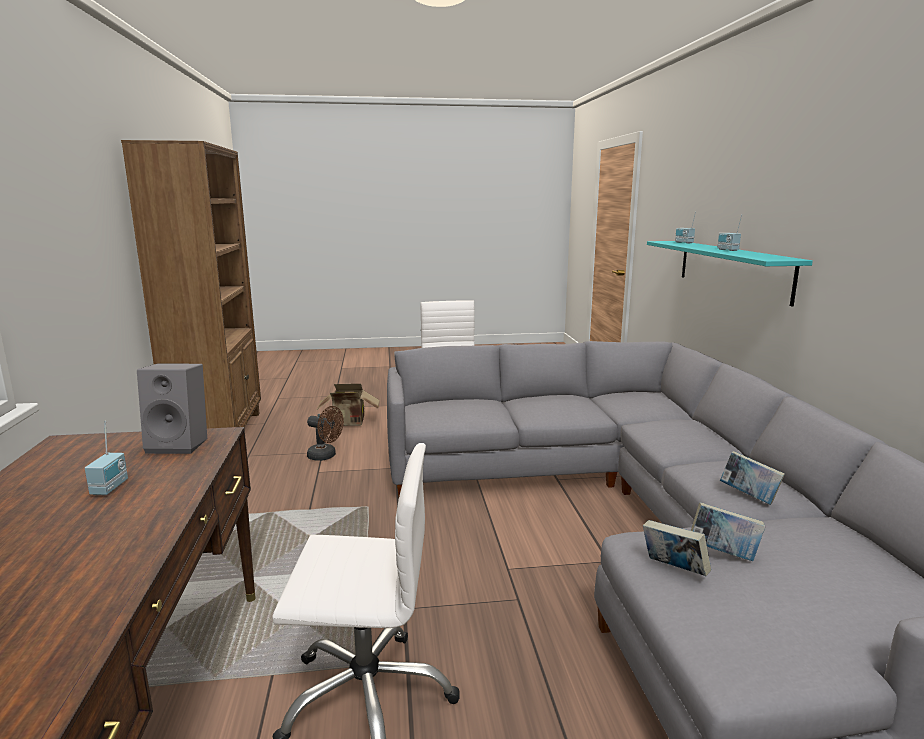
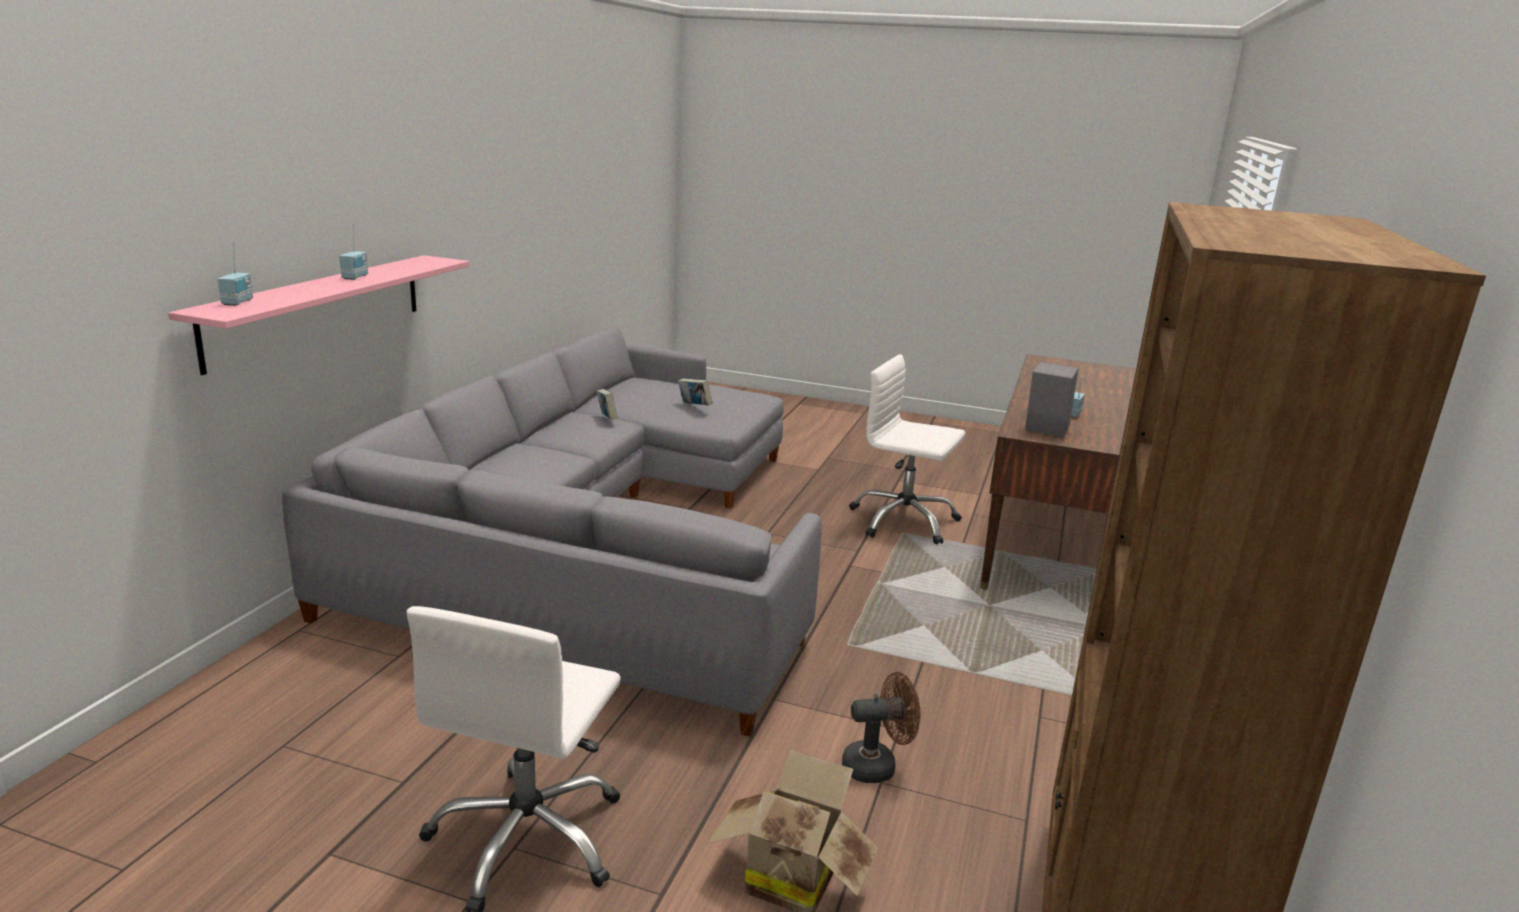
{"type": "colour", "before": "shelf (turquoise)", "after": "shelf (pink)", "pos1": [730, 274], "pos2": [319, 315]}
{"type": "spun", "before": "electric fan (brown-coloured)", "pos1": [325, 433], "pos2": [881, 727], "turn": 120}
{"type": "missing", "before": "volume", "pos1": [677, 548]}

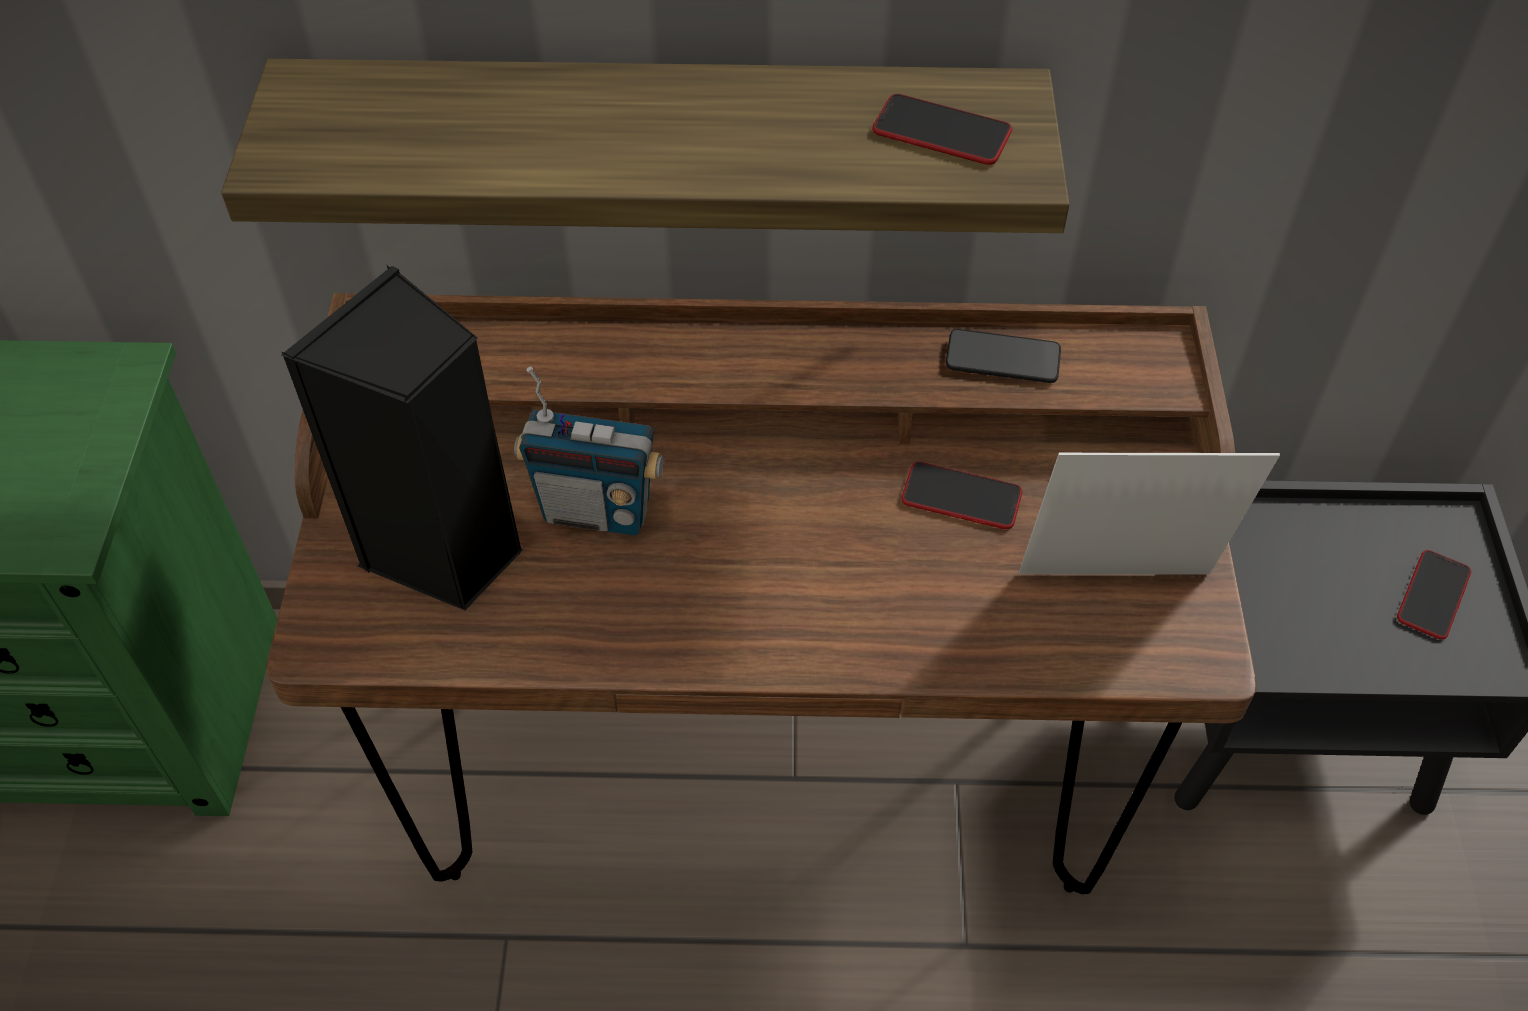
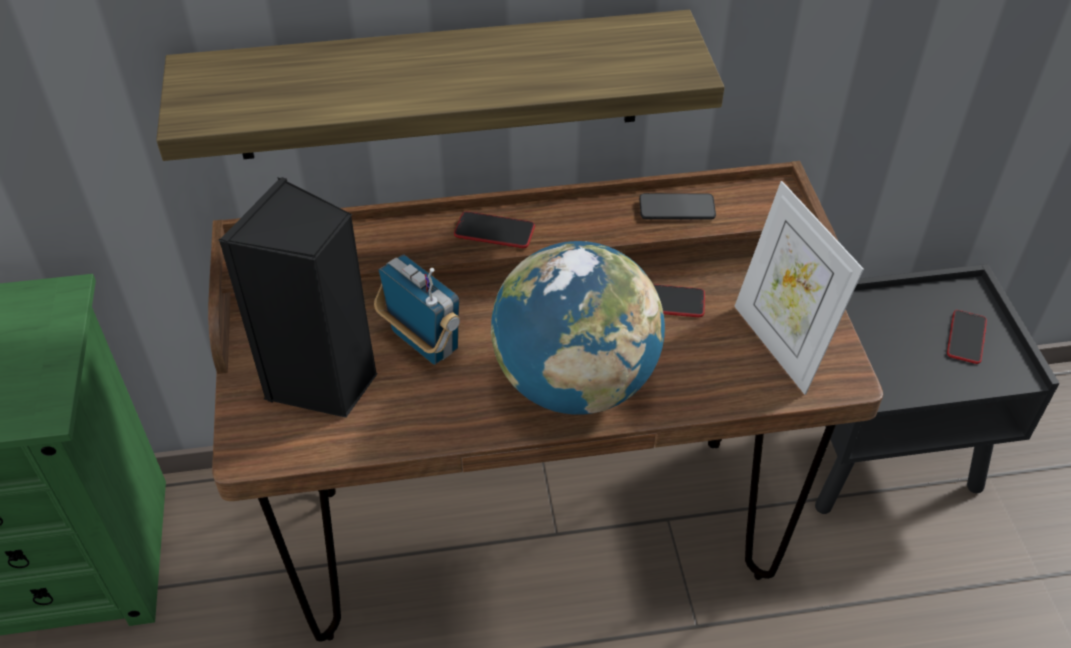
{"type": "relocated", "before": "phone", "pos1": [942, 129], "pos2": [494, 229]}
{"type": "spun", "before": "radio", "pos1": [589, 451], "pos2": [417, 309], "turn": -135}
{"type": "spun", "before": "standing frame", "pos1": [1149, 513], "pos2": [799, 288], "turn": -105}
{"type": "appeared", "after": "desk globe", "pos2": [578, 328]}

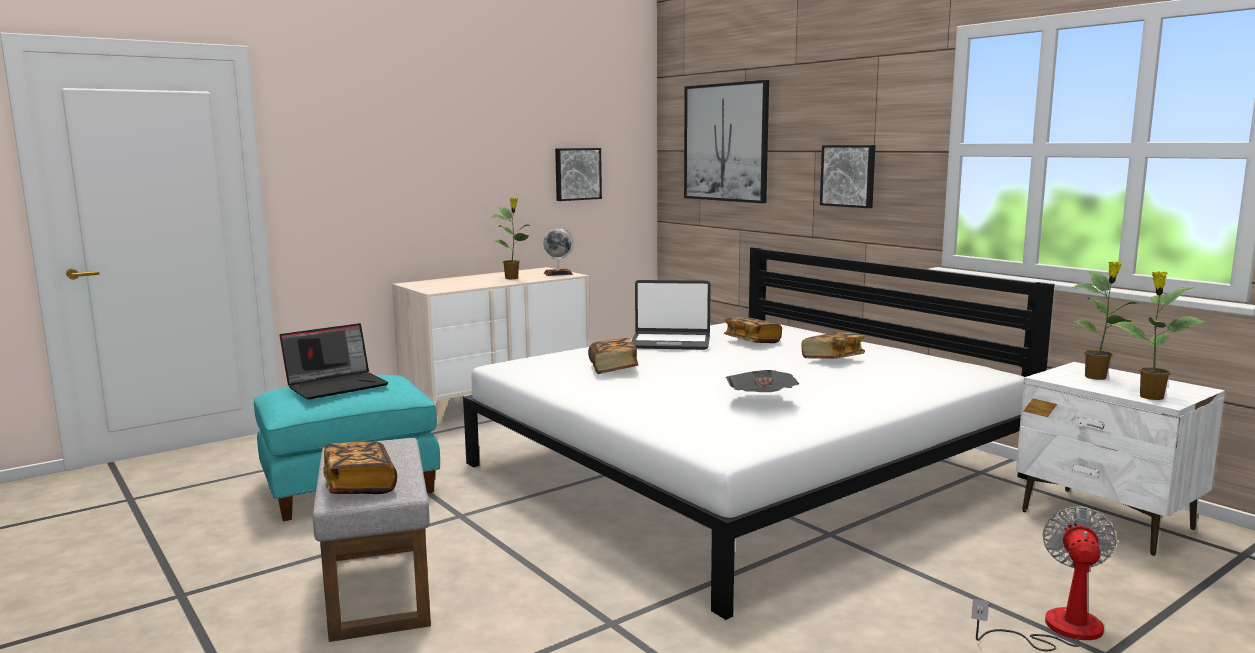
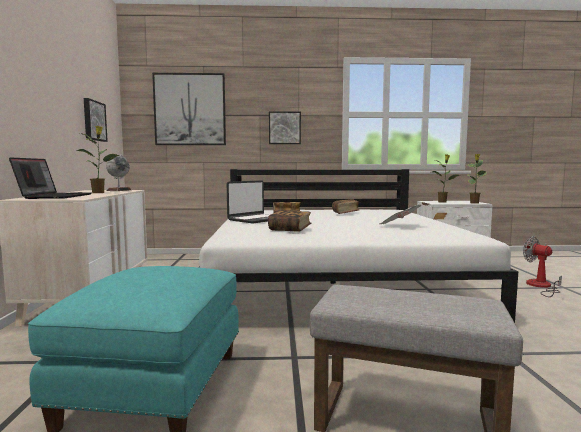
{"type": "relocated", "before": "portable computer", "pos1": [334, 361], "pos2": [50, 178]}
{"type": "missing", "before": "volume", "pos1": [360, 467]}

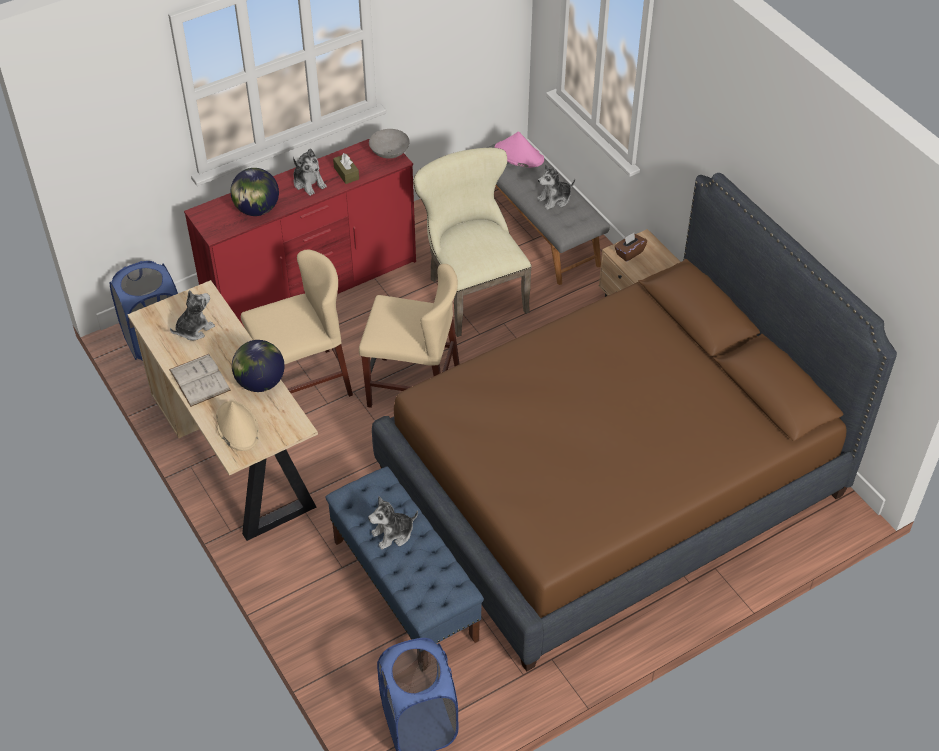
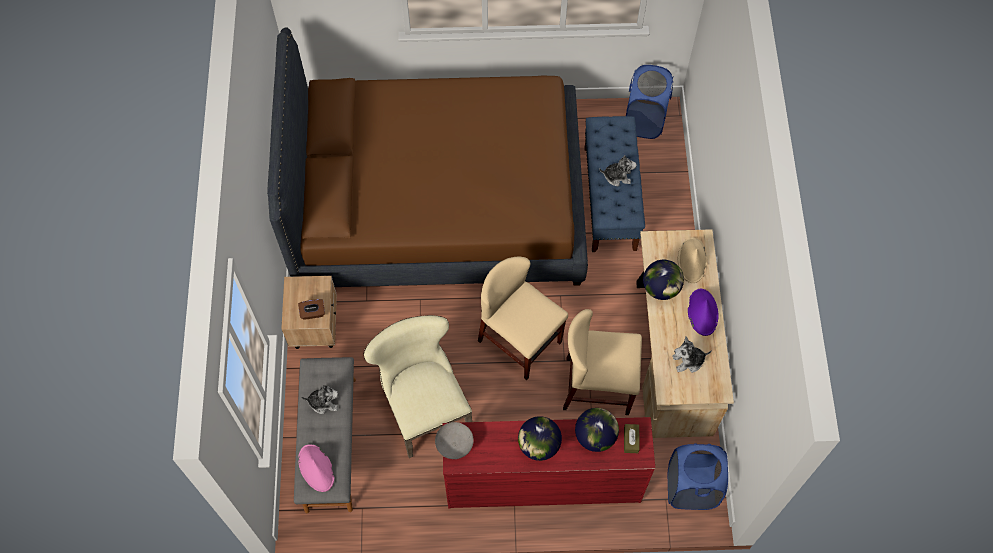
{"type": "spun", "before": "plain chair (beige)", "pos1": [472, 242], "pos2": [418, 386], "turn": 150}
{"type": "exchanged", "before": "cuddly toy", "after": "desk globe", "pos1": [310, 172], "pos2": [540, 438]}
{"type": "relocated", "before": "tissue box (brown-coloured)", "pos1": [346, 168], "pos2": [632, 438]}
{"type": "exchanged", "before": "volume (whitish)", "after": "clothing hat (purplish)", "pos1": [200, 380], "pos2": [703, 312]}

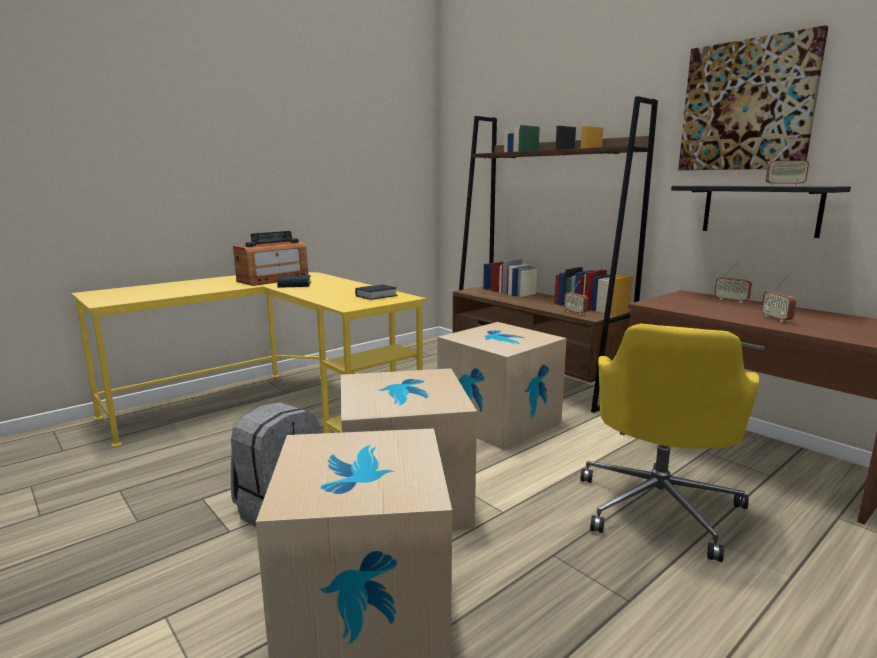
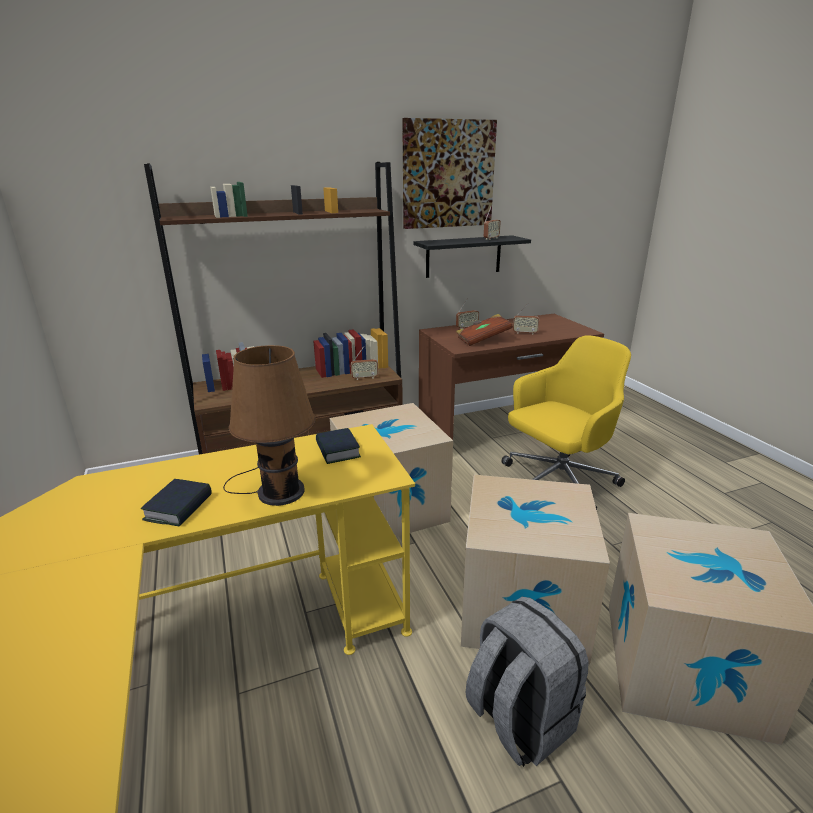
{"type": "missing", "before": "radio", "pos1": [271, 258]}
{"type": "spun", "before": "computer chair (yellow)", "pos1": [669, 443], "pos2": [566, 422], "turn": -75}
{"type": "appeared", "after": "volume (brown-coloured)", "pos2": [484, 330]}
{"type": "appeared", "after": "table lamp (brown-coloured)", "pos2": [269, 425]}

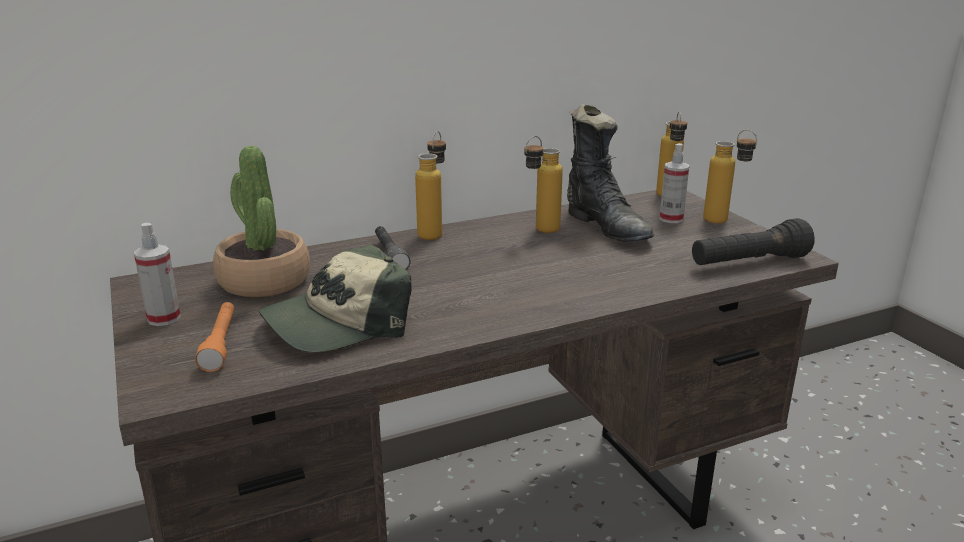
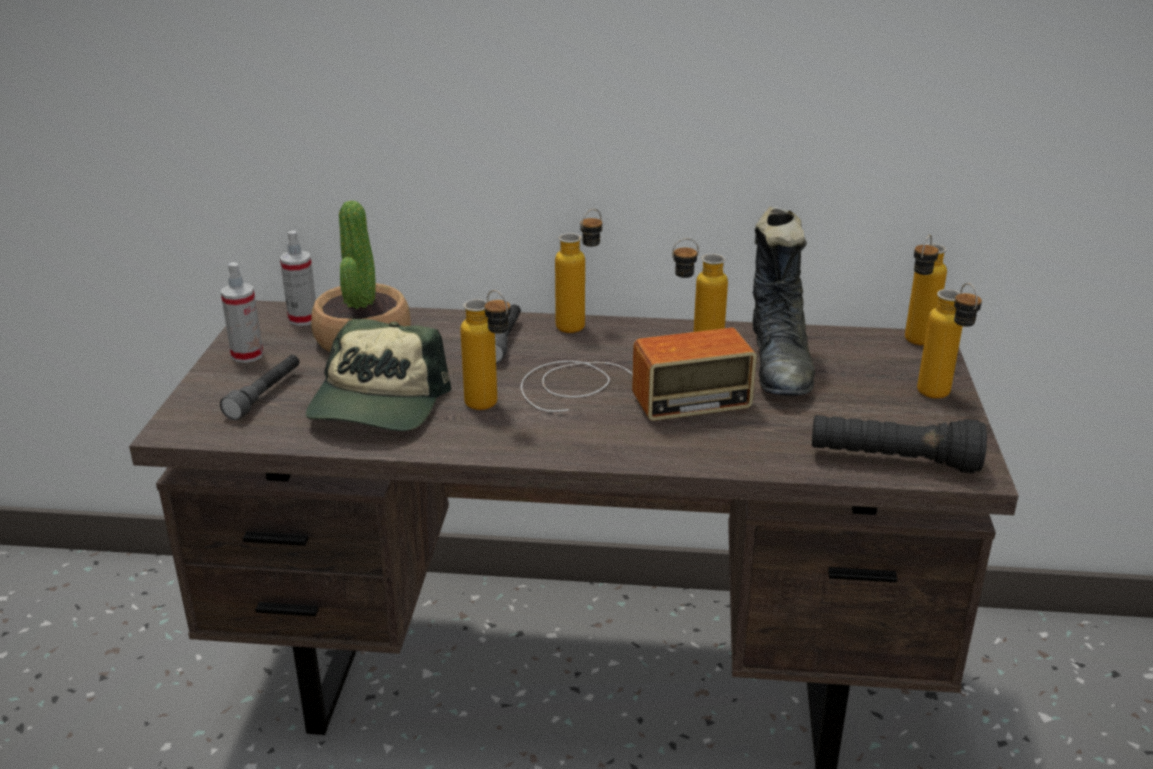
{"type": "relocated", "before": "sprayer", "pos1": [674, 183], "pos2": [298, 278]}
{"type": "spun", "before": "peaked cap", "pos1": [335, 299], "pos2": [378, 375], "turn": -75}
{"type": "colour", "before": "hand torch (orange)", "after": "hand torch (greyish)", "pos1": [215, 337], "pos2": [260, 387]}
{"type": "appeared", "after": "drink bottle", "pos2": [485, 350]}
{"type": "appeared", "after": "radio", "pos2": [639, 374]}

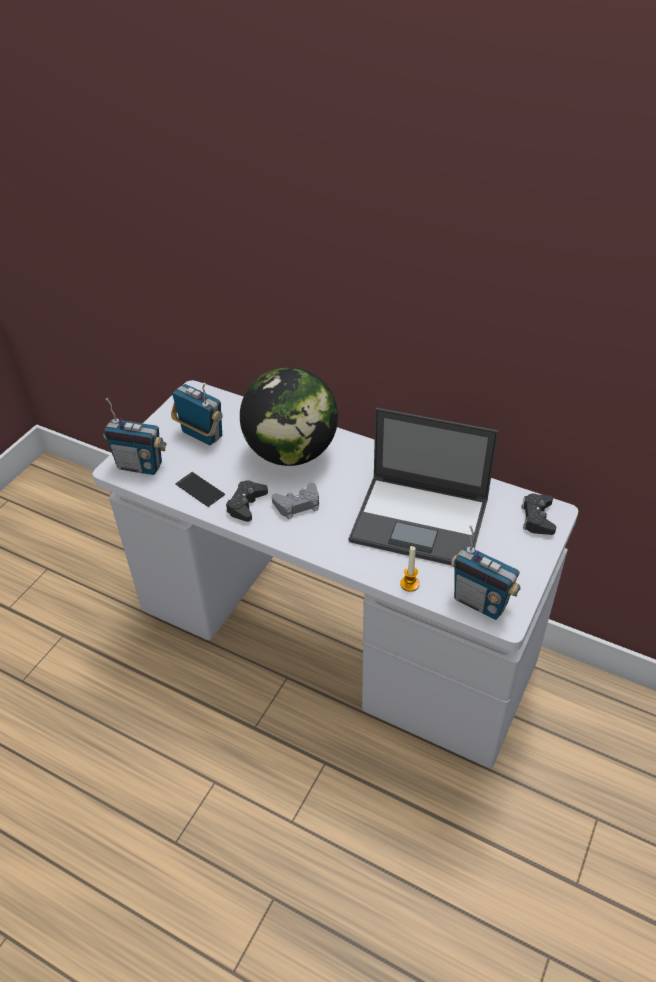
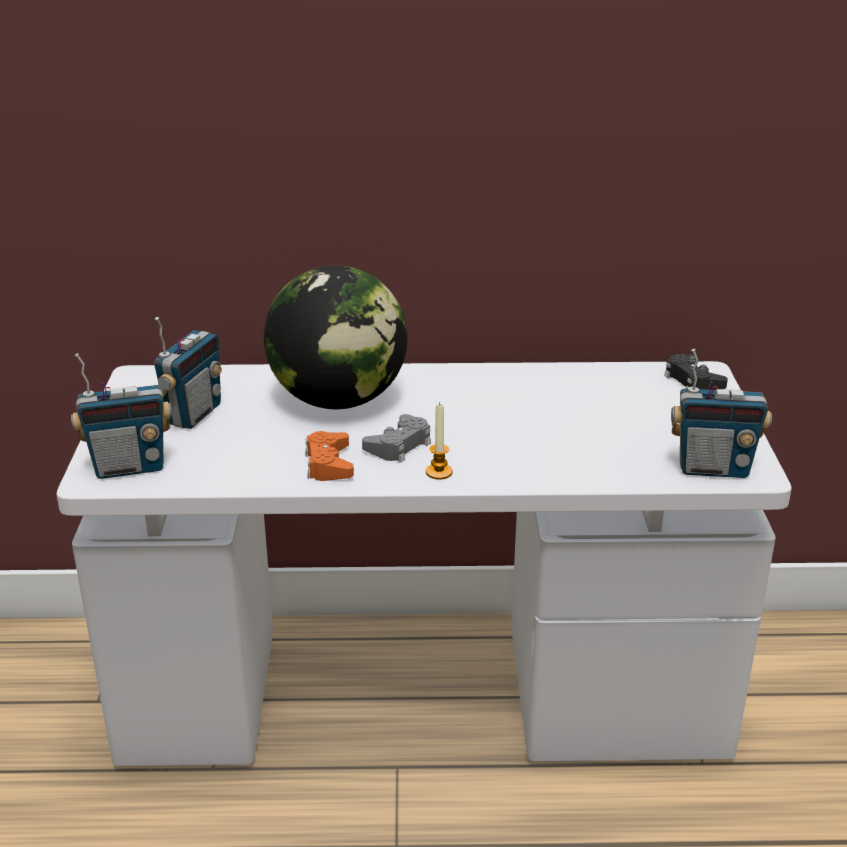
{"type": "spun", "before": "radio", "pos1": [197, 414], "pos2": [188, 373], "turn": 105}
{"type": "missing", "before": "portable computer", "pos1": [424, 486]}
{"type": "missing", "before": "phone", "pos1": [200, 489]}
{"type": "colour", "before": "game controller (black)", "after": "game controller (orange)", "pos1": [247, 501], "pos2": [329, 456]}
{"type": "relocated", "before": "wax light", "pos1": [410, 569], "pos2": [439, 442]}

